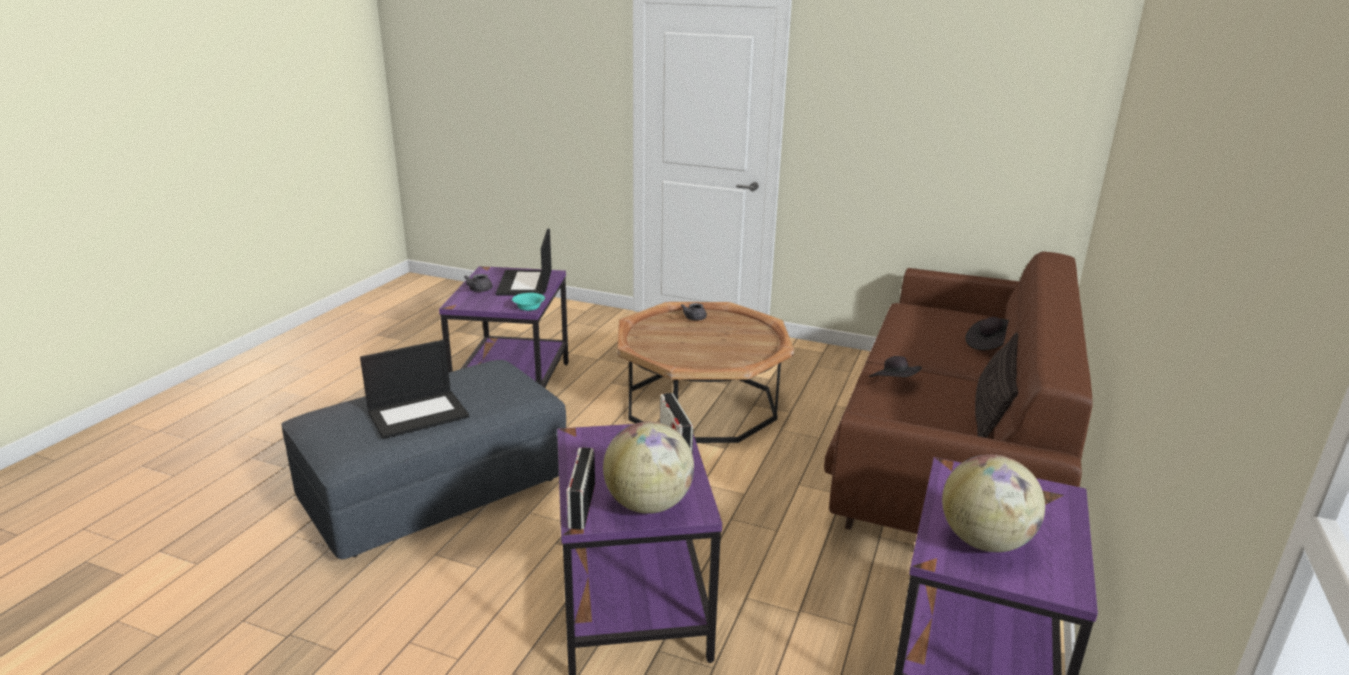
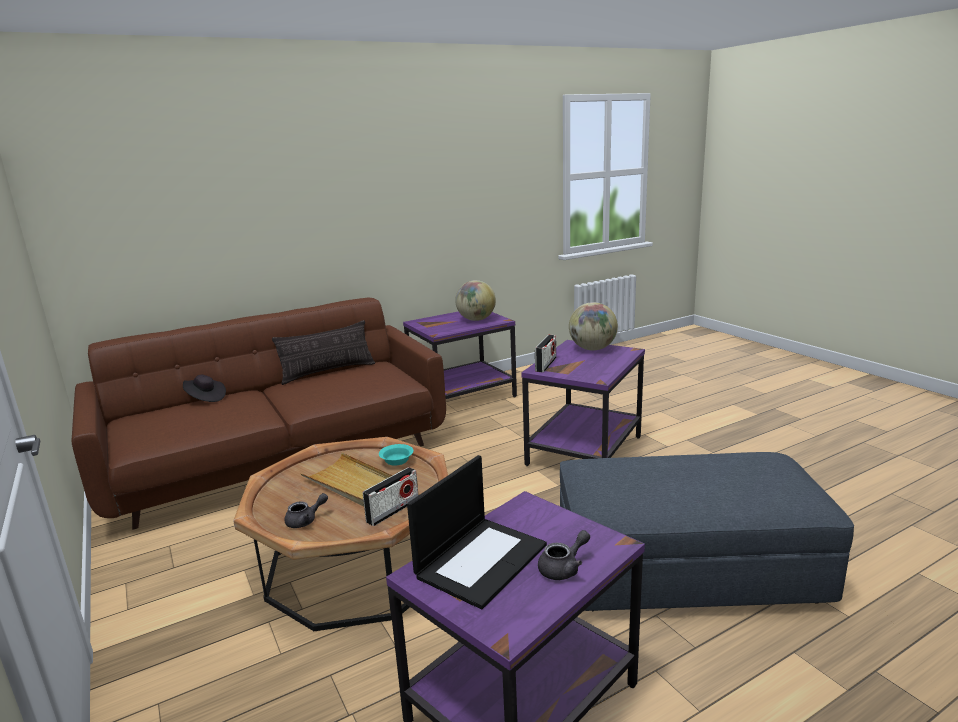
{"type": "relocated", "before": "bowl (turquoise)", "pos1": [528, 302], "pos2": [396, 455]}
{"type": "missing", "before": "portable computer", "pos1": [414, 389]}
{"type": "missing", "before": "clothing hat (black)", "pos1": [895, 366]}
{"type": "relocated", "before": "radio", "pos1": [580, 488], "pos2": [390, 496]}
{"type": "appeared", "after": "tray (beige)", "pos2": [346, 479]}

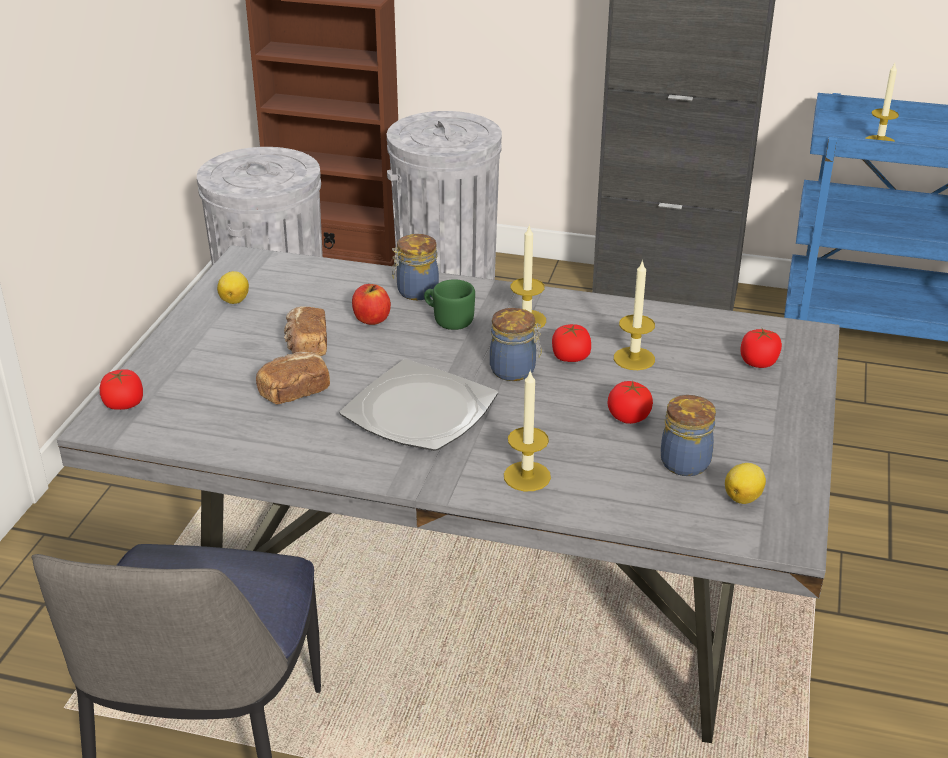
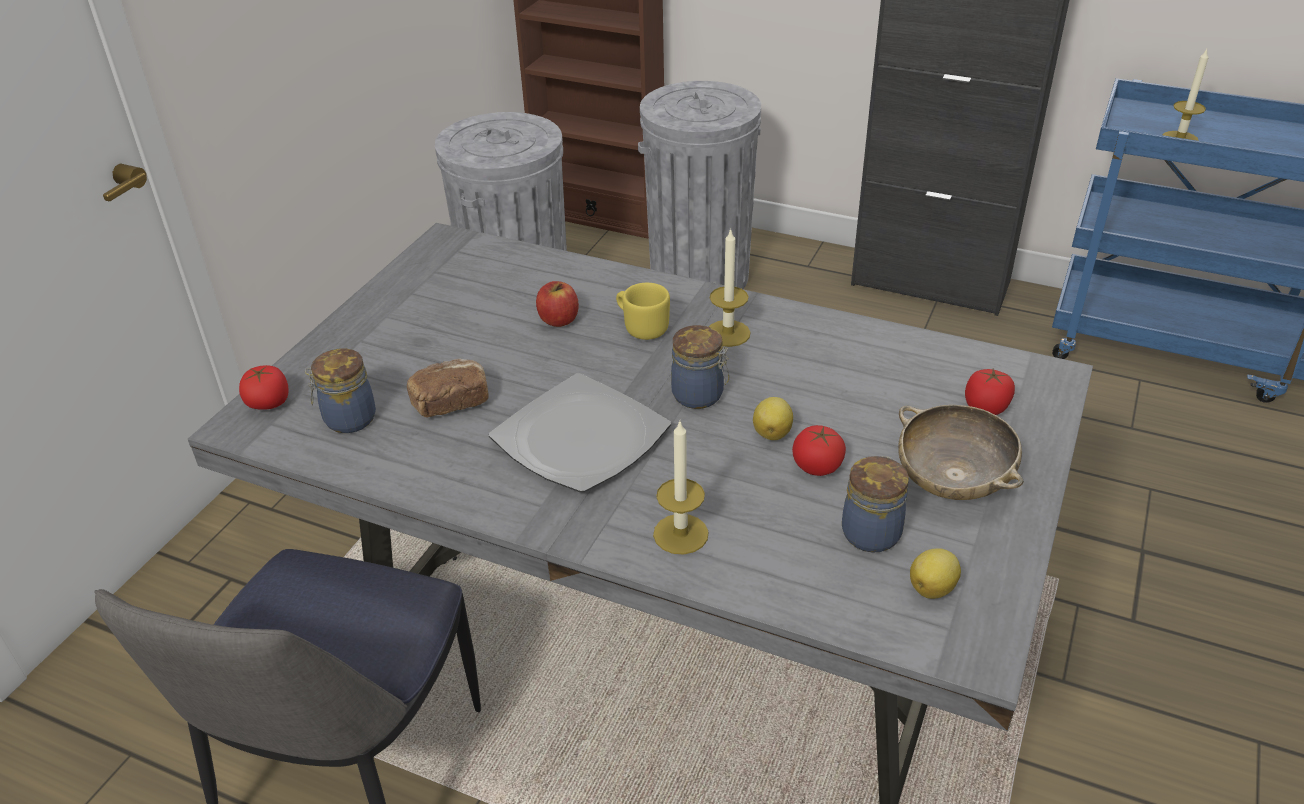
{"type": "relocated", "before": "preserve jar", "pos1": [415, 267], "pos2": [340, 391]}
{"type": "missing", "before": "wax light", "pos1": [634, 315]}
{"type": "relocated", "before": "whole lemon", "pos1": [233, 287], "pos2": [773, 418]}
{"type": "colour", "before": "coffee mug (green-coloured)", "after": "coffee mug (yellow)", "pos1": [449, 304], "pos2": [643, 311]}
{"type": "missing", "before": "bread", "pos1": [305, 331]}
{"type": "missing", "before": "tomato", "pos1": [571, 343]}
{"type": "appeared", "after": "bowl (beige)", "pos2": [961, 452]}

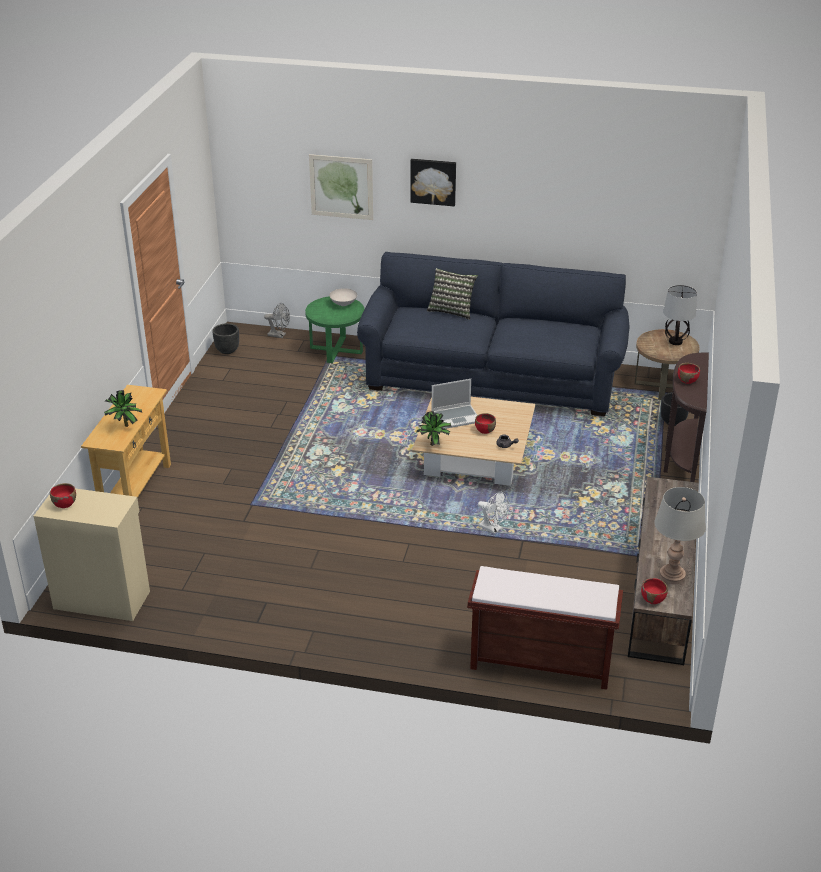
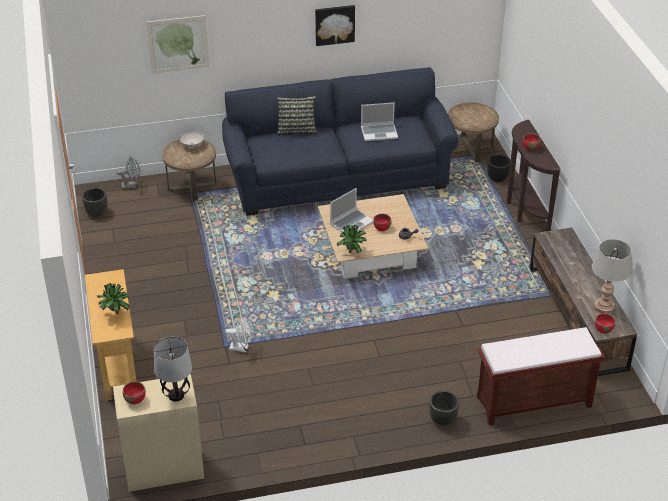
{"type": "relocated", "before": "picture", "pos1": [433, 182], "pos2": [335, 25]}
{"type": "relocated", "before": "table lamp", "pos1": [680, 315], "pos2": [173, 369]}
{"type": "colour", "before": "accent table (green-coloured)", "after": "accent table (brown-coloured)", "pos1": [335, 329], "pos2": [189, 170]}
{"type": "relocated", "before": "electric fan (whitish)", "pos1": [493, 513], "pos2": [239, 335]}
{"type": "appeared", "after": "portable computer", "pos2": [379, 121]}
{"type": "appeared", "after": "plant pot (black)", "pos2": [444, 408]}

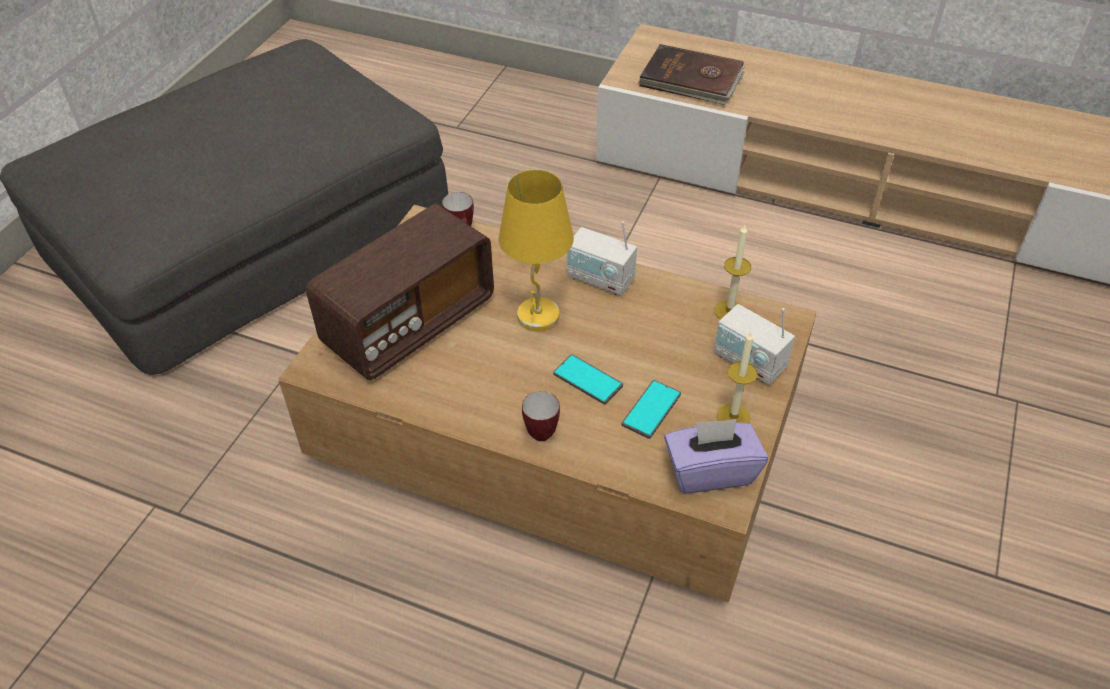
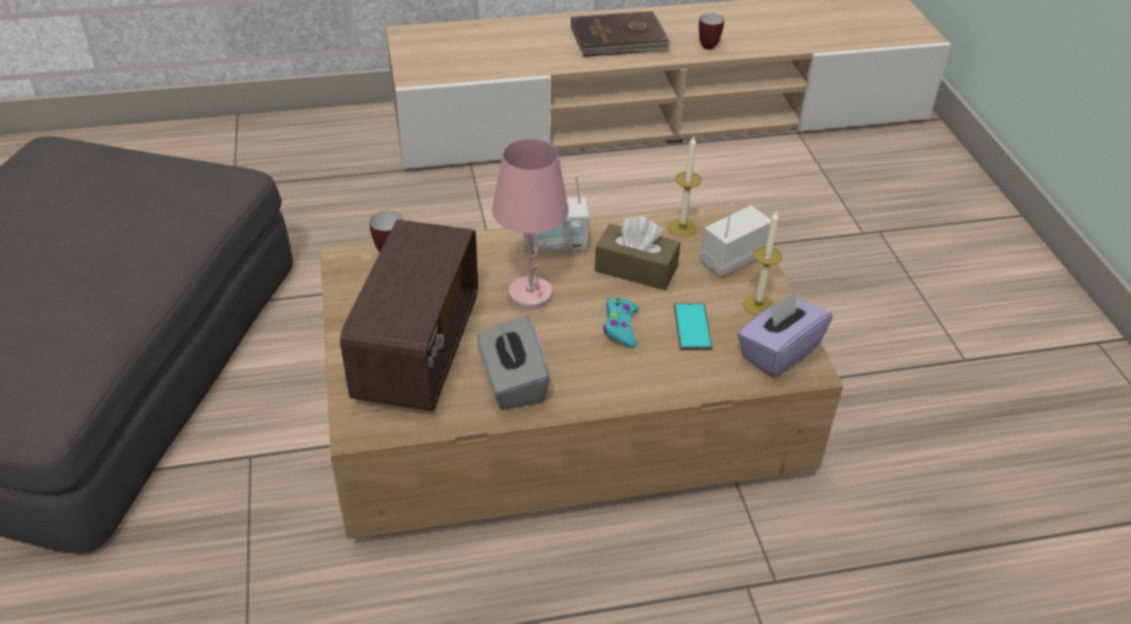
{"type": "relocated", "before": "volume (brown-coloured)", "pos1": [691, 74], "pos2": [621, 34]}
{"type": "colour", "before": "table lamp (yellow)", "after": "table lamp (pink)", "pos1": [536, 251], "pos2": [530, 224]}
{"type": "spun", "before": "radio", "pos1": [754, 344], "pos2": [735, 240], "turn": 135}
{"type": "exchanged", "before": "phone", "after": "game controller (turquoise)", "pos1": [588, 379], "pos2": [621, 322]}
{"type": "relocated", "before": "coffee mug", "pos1": [541, 416], "pos2": [711, 31]}
{"type": "appeared", "after": "tissue box (brown-coloured)", "pos2": [638, 253]}
{"type": "appeared", "after": "tissue box (greyish)", "pos2": [513, 363]}

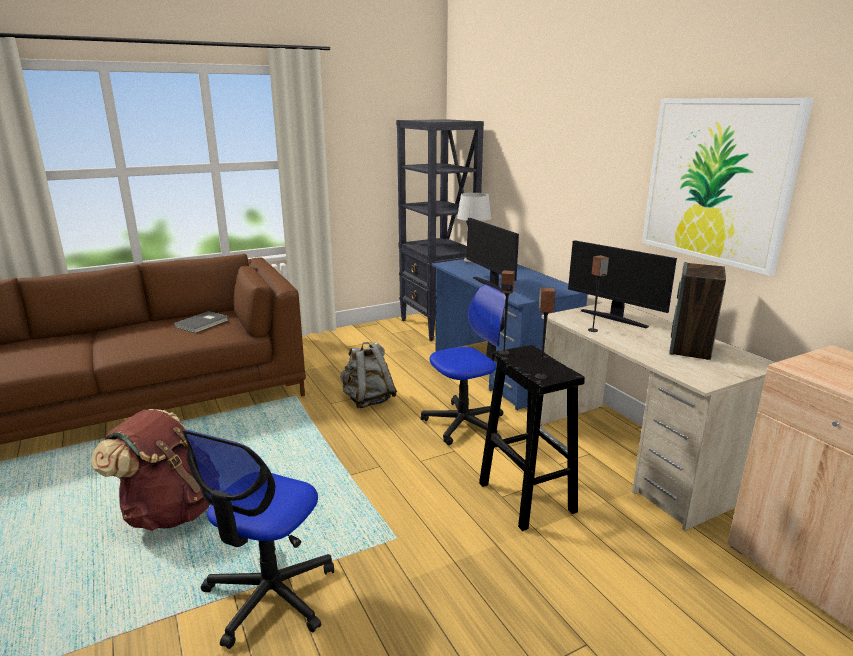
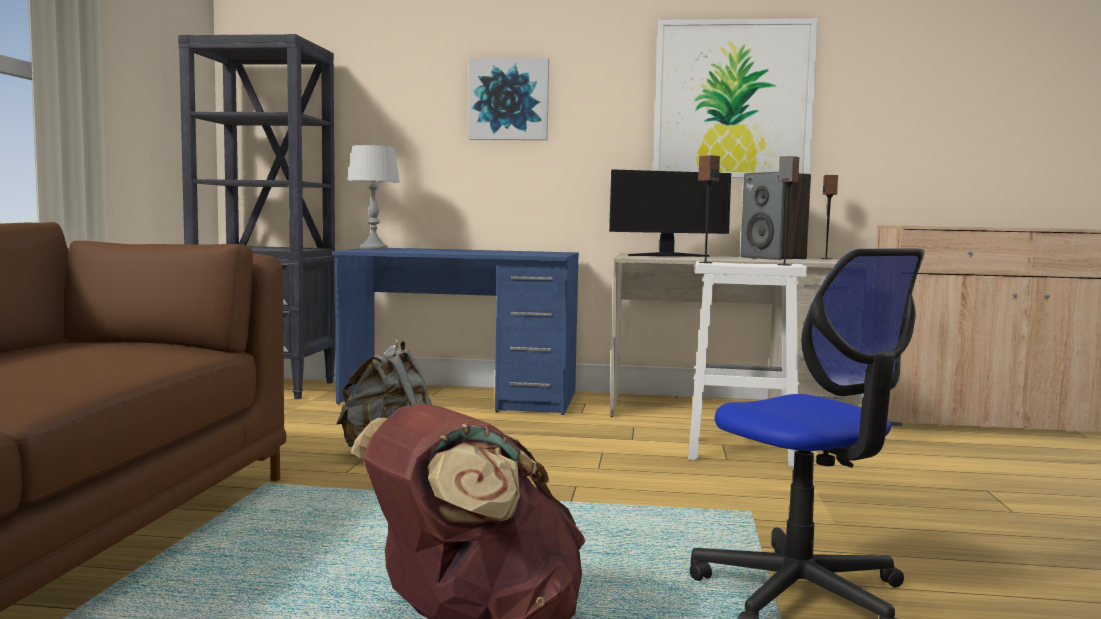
{"type": "missing", "before": "computer display", "pos1": [493, 254]}
{"type": "relocated", "before": "loudspeaker", "pos1": [598, 293], "pos2": [829, 217]}
{"type": "missing", "before": "computer chair", "pos1": [463, 364]}
{"type": "missing", "before": "volume (greyish)", "pos1": [201, 322]}
{"type": "colour", "before": "sitting stool (black)", "after": "sitting stool (whitish)", "pos1": [532, 438], "pos2": [747, 364]}
{"type": "appeared", "after": "picture", "pos2": [508, 99]}

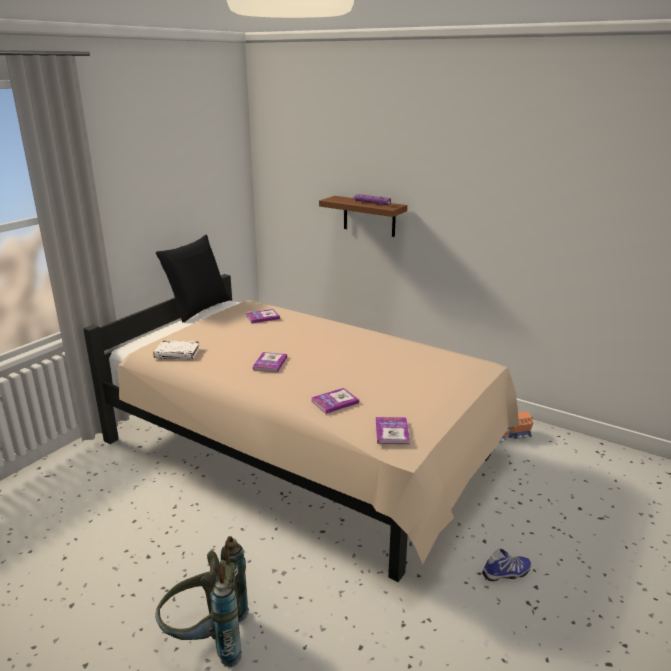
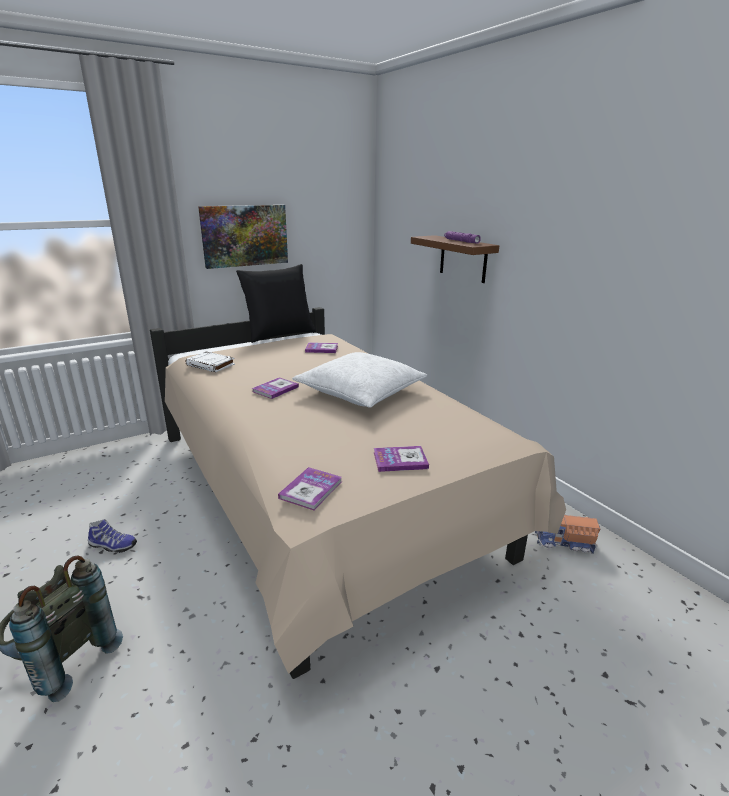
{"type": "relocated", "before": "volume", "pos1": [335, 401], "pos2": [401, 459]}
{"type": "relocated", "before": "low shoe", "pos1": [506, 565], "pos2": [112, 536]}
{"type": "appeared", "after": "picture", "pos2": [243, 237]}
{"type": "appeared", "after": "cushion (whitish)", "pos2": [359, 380]}

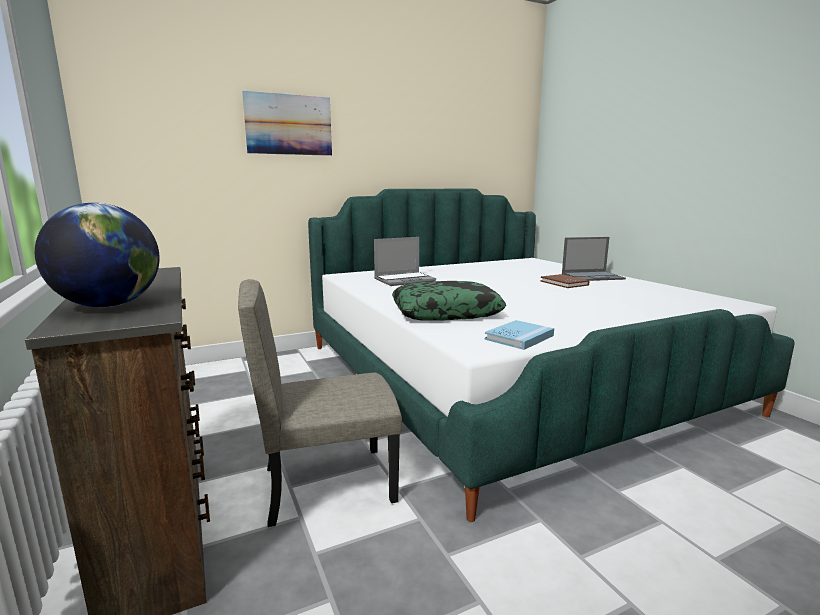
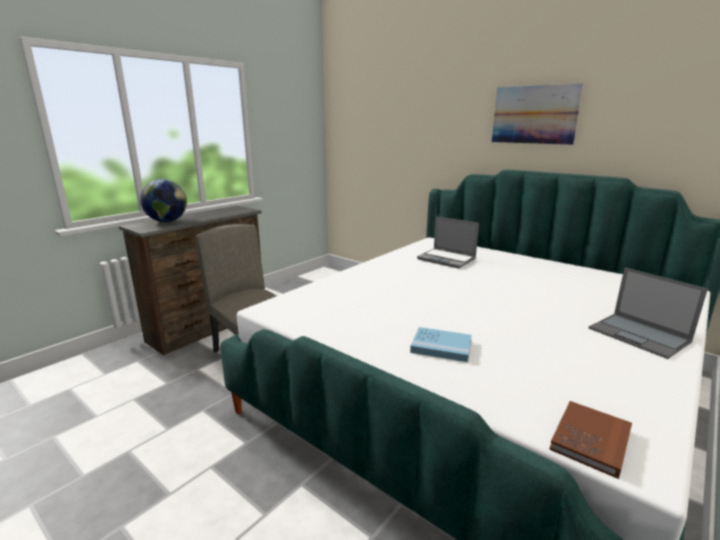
{"type": "relocated", "before": "picture", "pos1": [287, 123], "pos2": [537, 114]}
{"type": "relocated", "before": "volume (brown-coloured)", "pos1": [565, 281], "pos2": [590, 440]}
{"type": "missing", "before": "cushion", "pos1": [449, 301]}
{"type": "relocated", "before": "volume (blue-coloured)", "pos1": [519, 335], "pos2": [441, 344]}

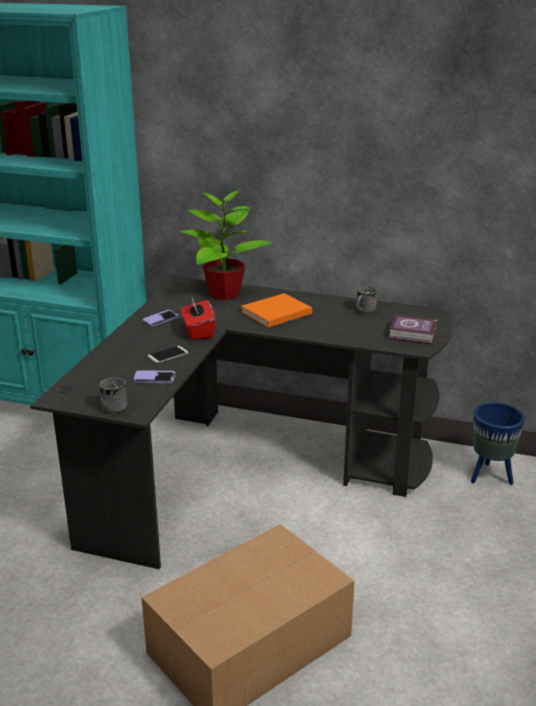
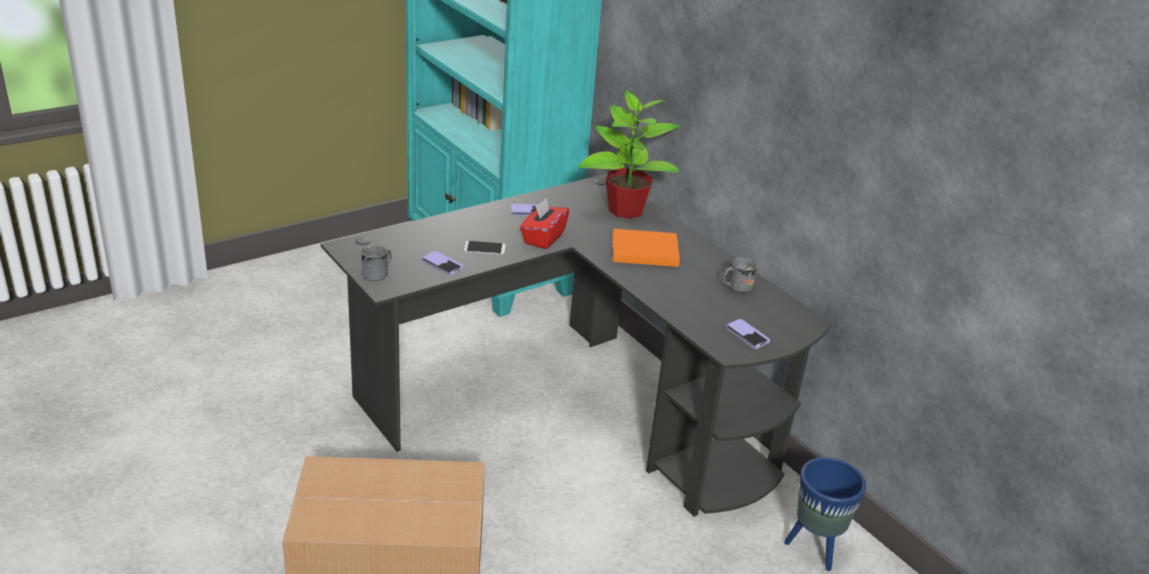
{"type": "exchanged", "before": "volume", "after": "phone", "pos1": [412, 329], "pos2": [748, 334]}

